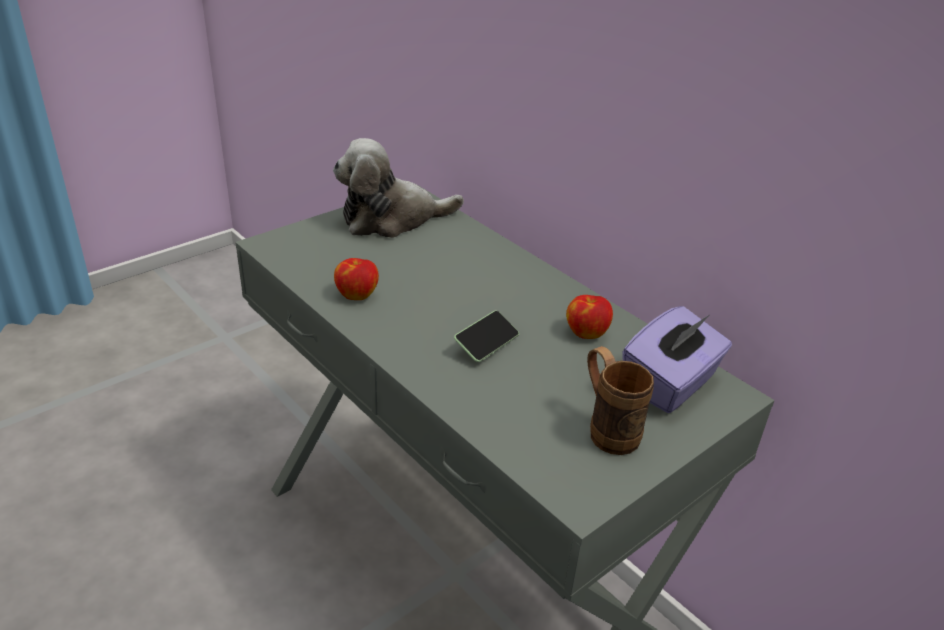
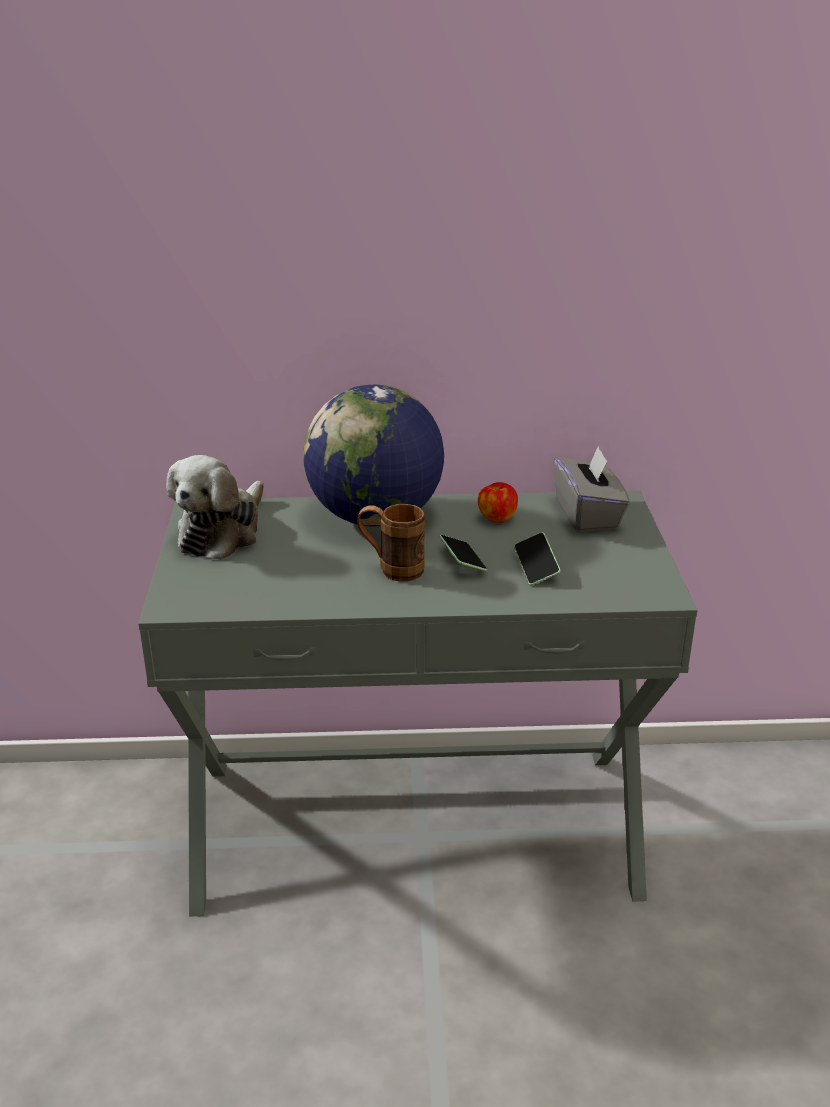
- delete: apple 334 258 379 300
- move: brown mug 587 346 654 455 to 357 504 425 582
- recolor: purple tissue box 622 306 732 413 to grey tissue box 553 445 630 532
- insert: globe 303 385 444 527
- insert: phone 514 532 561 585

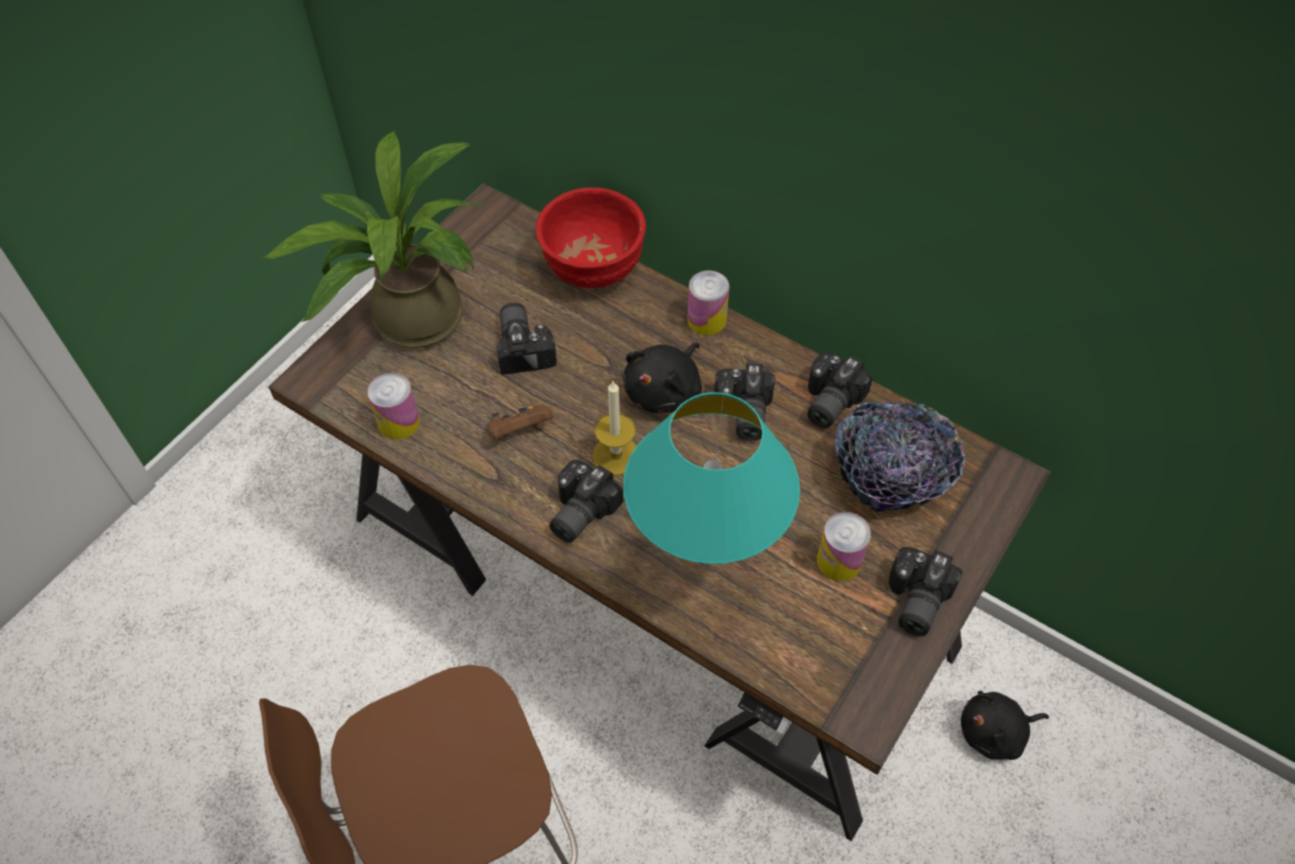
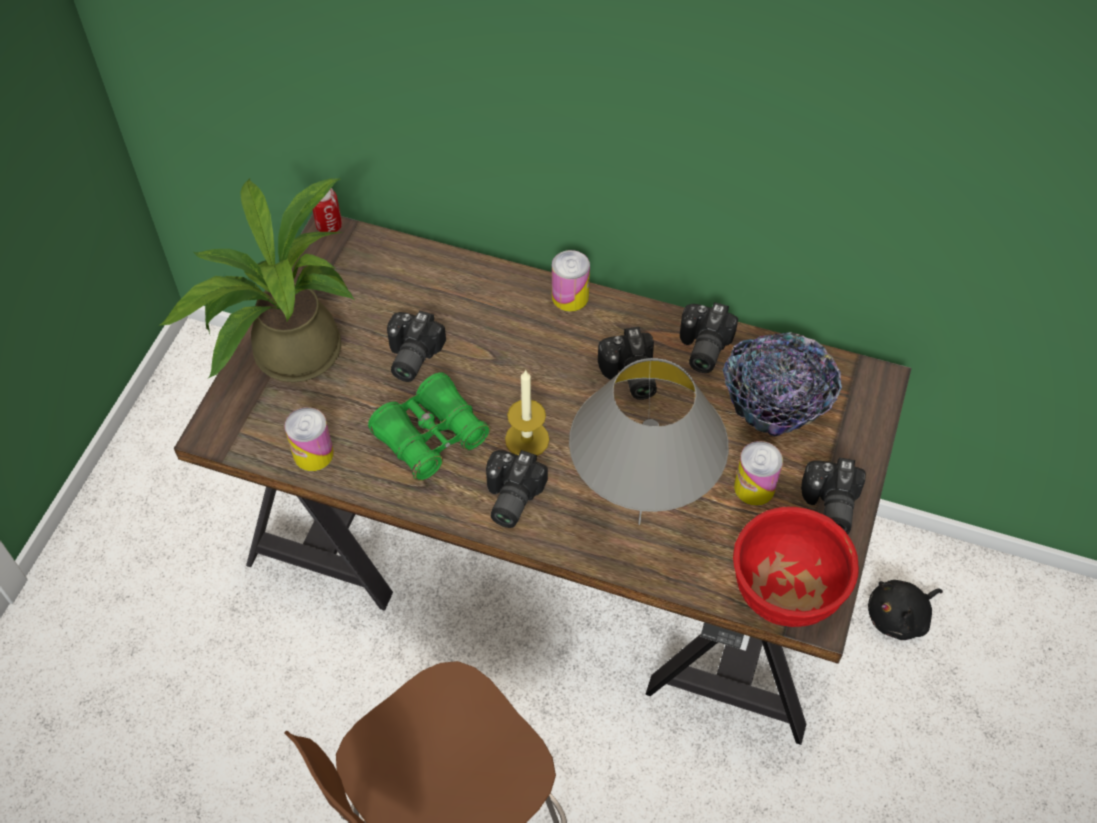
- replace: brown game controller 488 404 553 439 to green binoculars 368 372 491 481
- rotate: photo camera 497 303 557 375 = 387 311 446 382 135 degrees counterclockwise
- move: red bowl 536 187 646 288 to 733 507 859 627
- delete: black plush toy 623 342 702 413
- recolor: turquoise table lamp 623 392 800 572 to grey table lamp 569 358 729 525
- insert: can 313 188 342 232

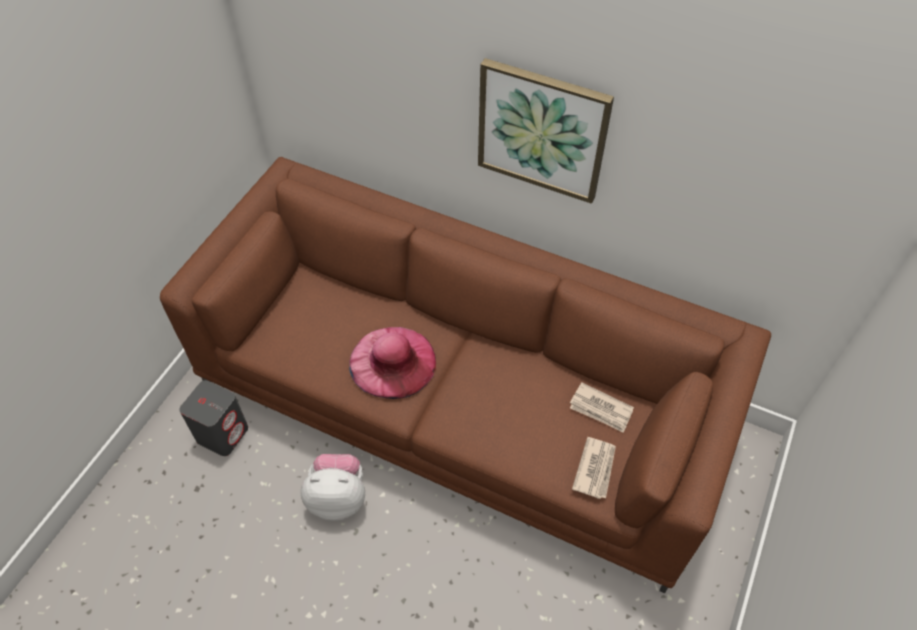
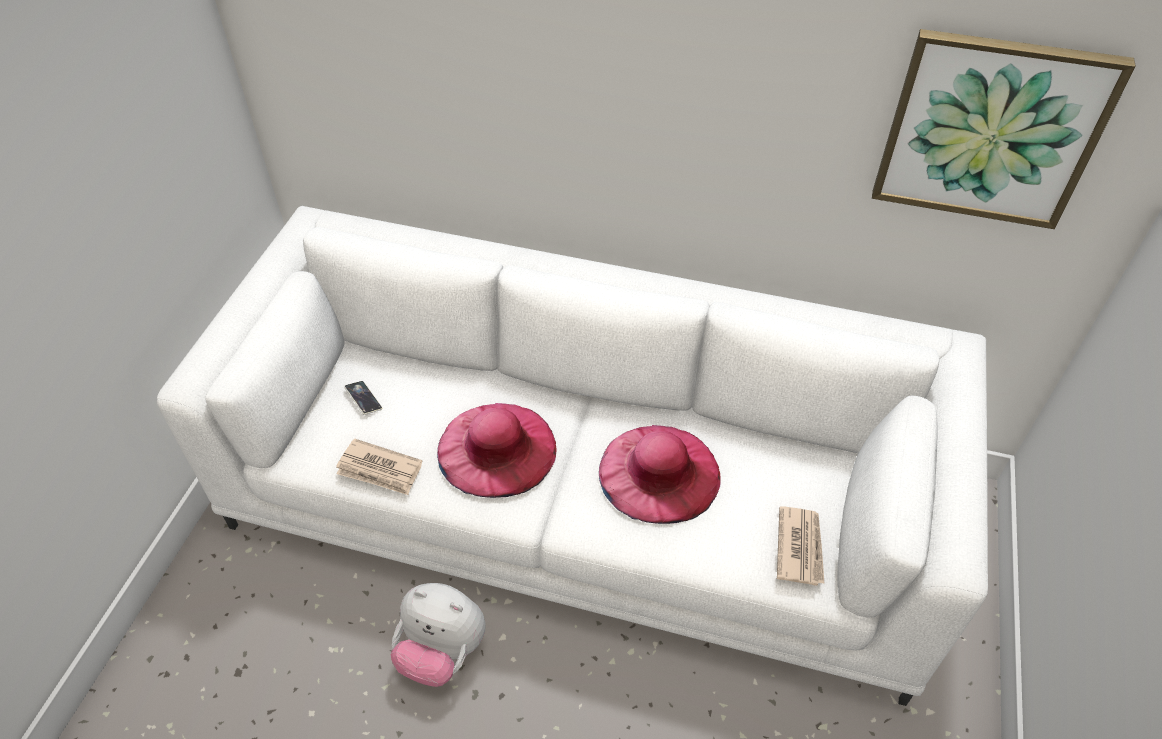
- recolor: brown sofa 160 157 771 593 to white sofa 157 206 988 706
- delete: grey speaker 179 380 248 456
- rotate: plush toy 301 454 365 521 = 391 583 486 687 150 degrees counterclockwise
- move: picture 478 58 614 204 to 872 29 1136 229
- move: newspaper 570 382 634 433 to 336 438 422 495
- insert: phone 344 381 382 415
- insert: pink hat 599 425 721 524

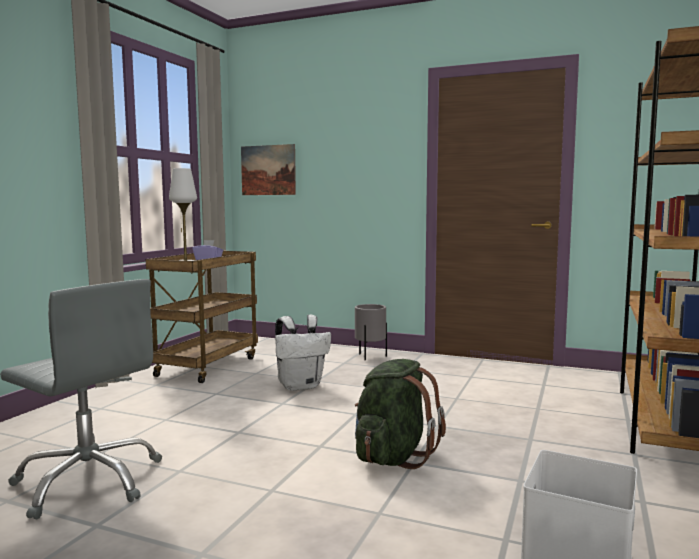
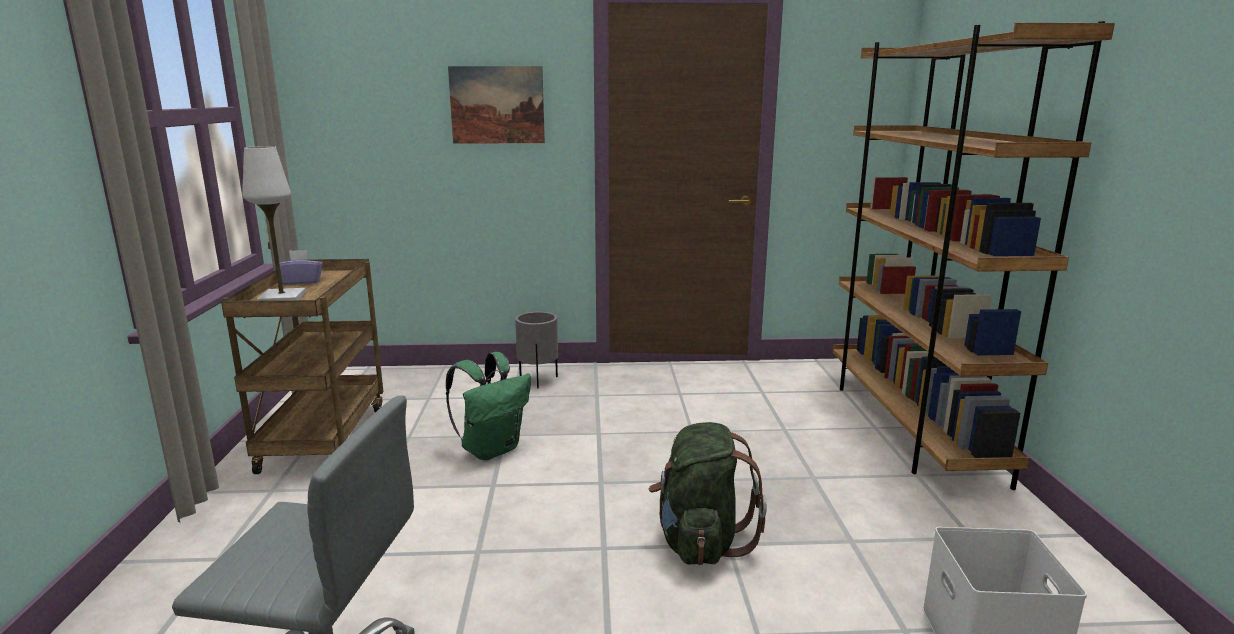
- move: picture 241 144 296 195 to 448 66 545 144
- recolor: white backpack 275 314 331 391 to green backpack 446 352 531 460

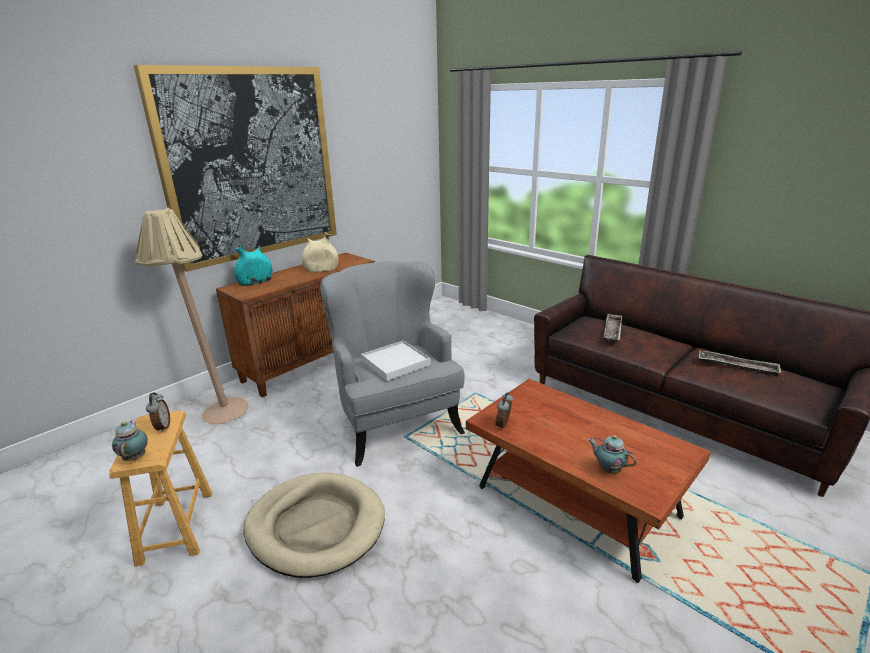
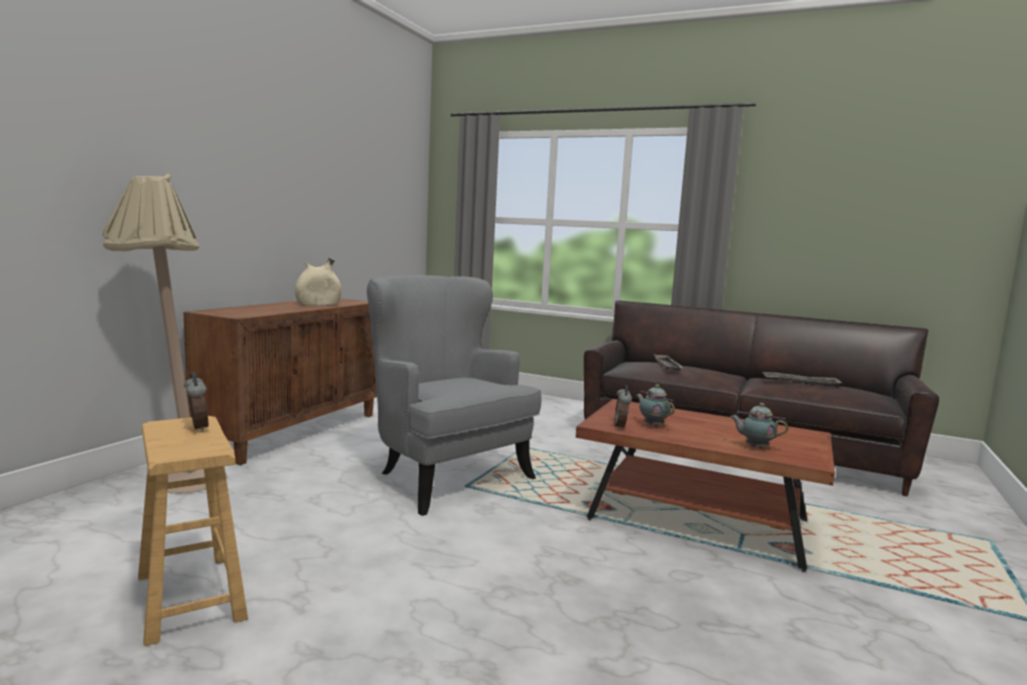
- move: teapot 112 420 148 461 to 636 384 675 427
- delete: picture 134 65 337 272
- delete: turquoise vase 234 245 272 286
- delete: beige dog bed 243 472 385 578
- delete: white tray 361 341 431 381

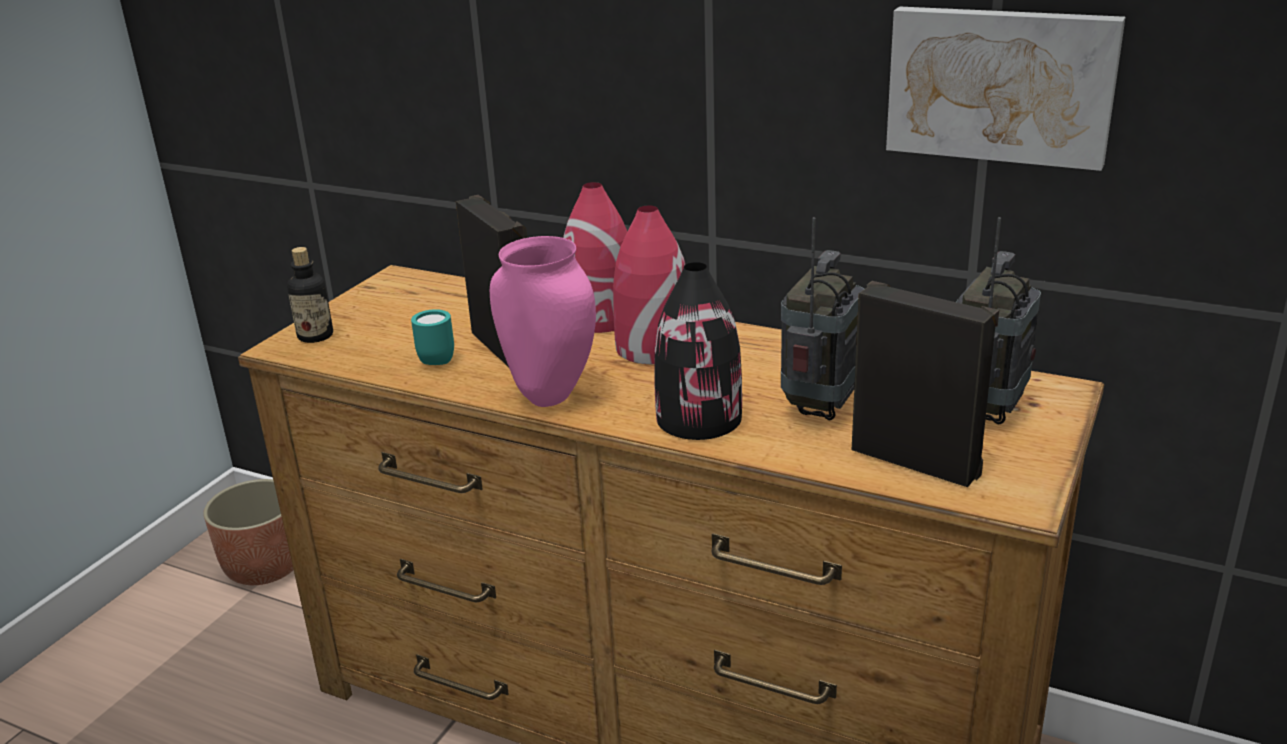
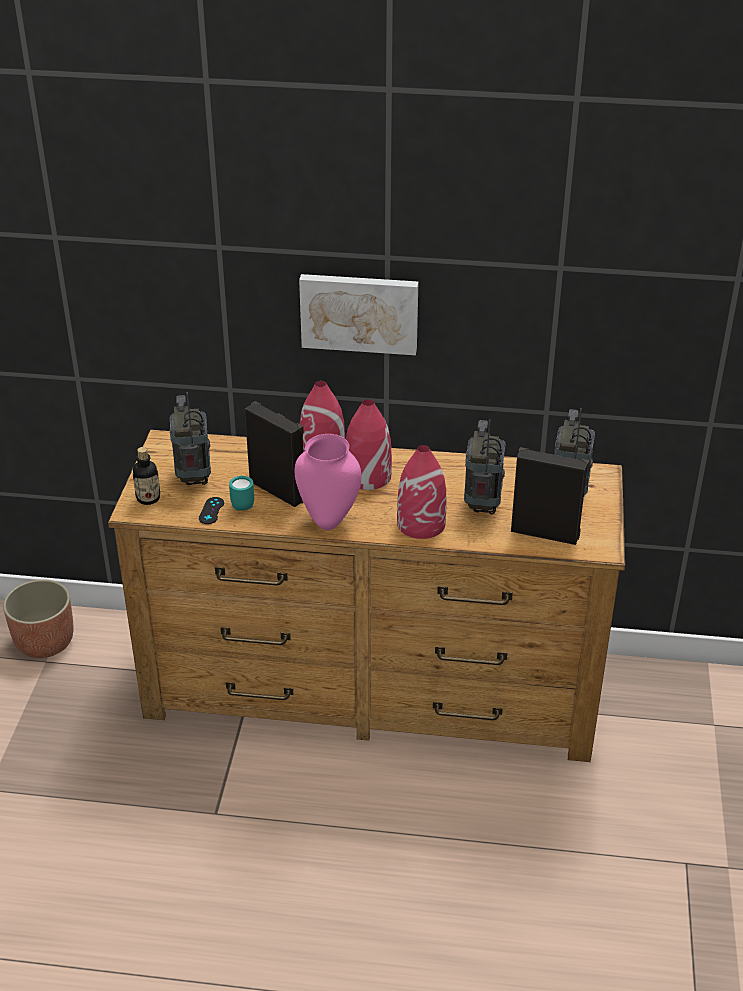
- recolor: black vase 654 262 742 440 to red vase 397 445 446 539
- move: picture 886 7 1126 171 to 299 274 418 355
- insert: radio 170 392 211 485
- insert: black game controller 199 497 224 524

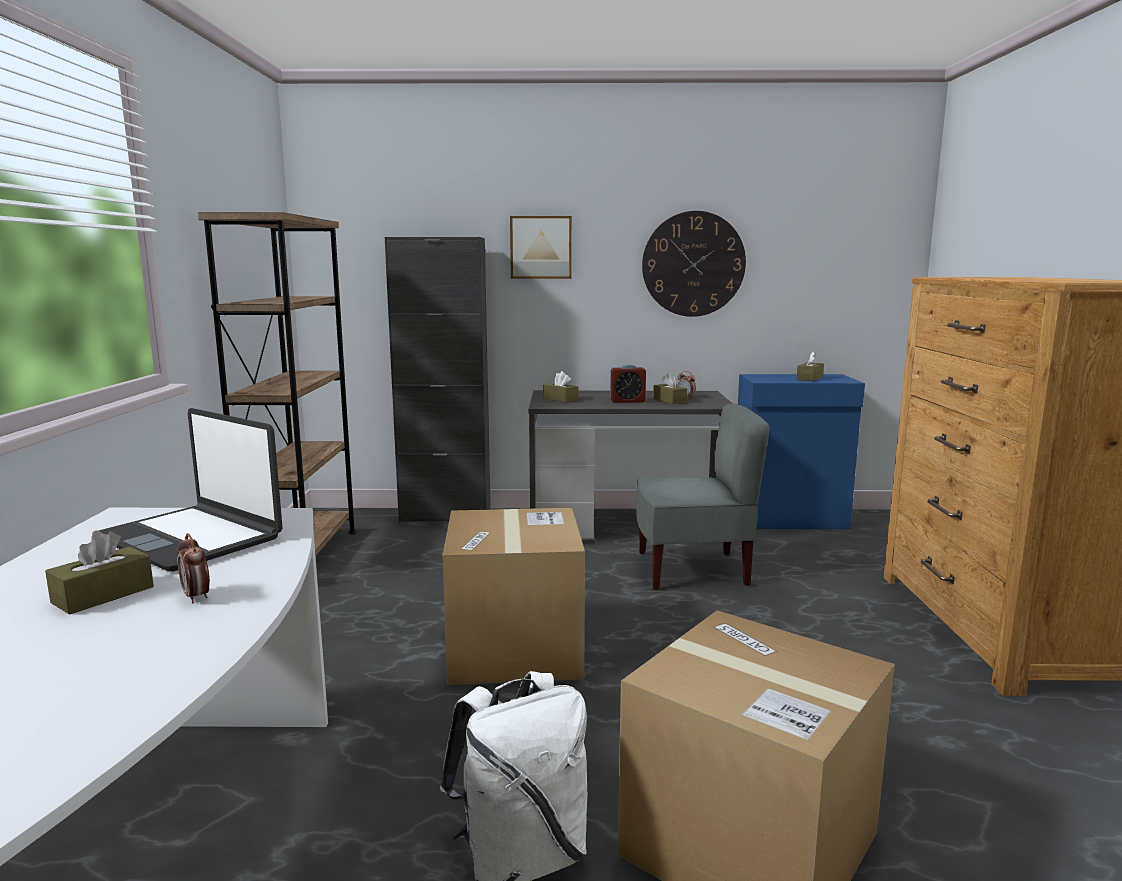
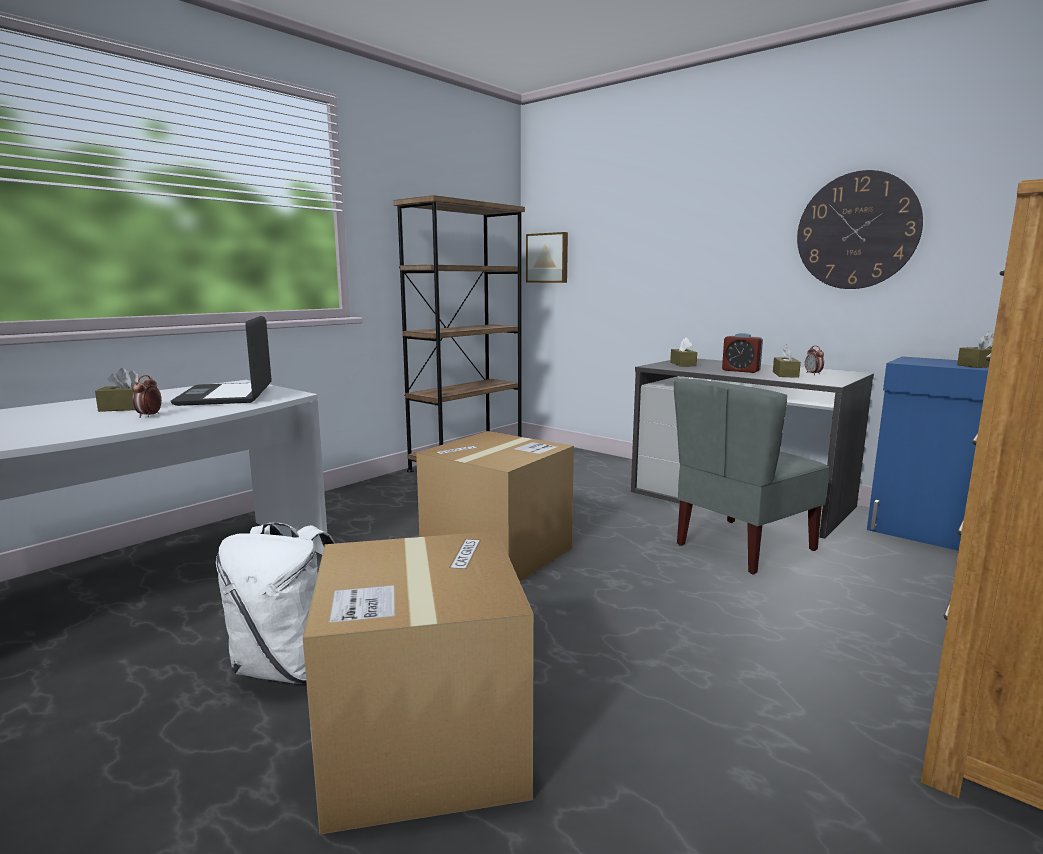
- delete: black cabinet 385 237 491 522
- move: picture 510 216 572 279 to 526 232 568 283
- rotate: grey chair 636 404 770 590 = 674 378 829 574 105 degrees clockwise

